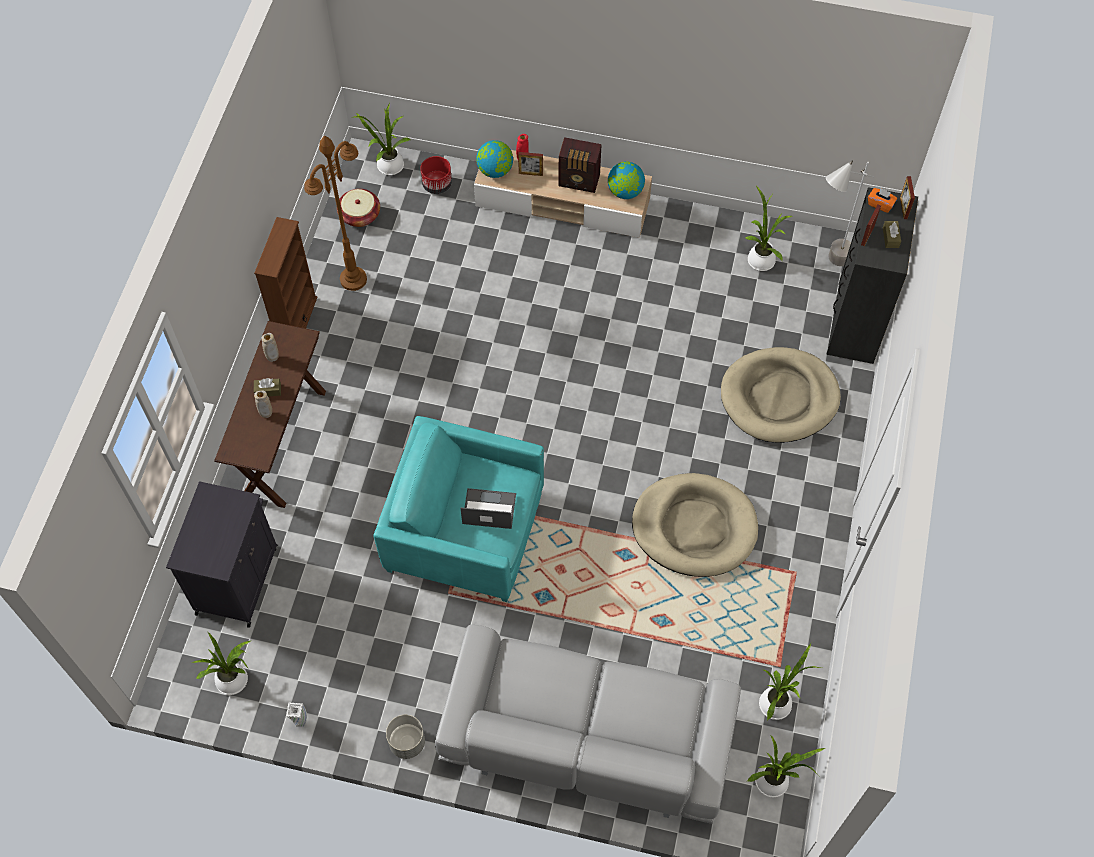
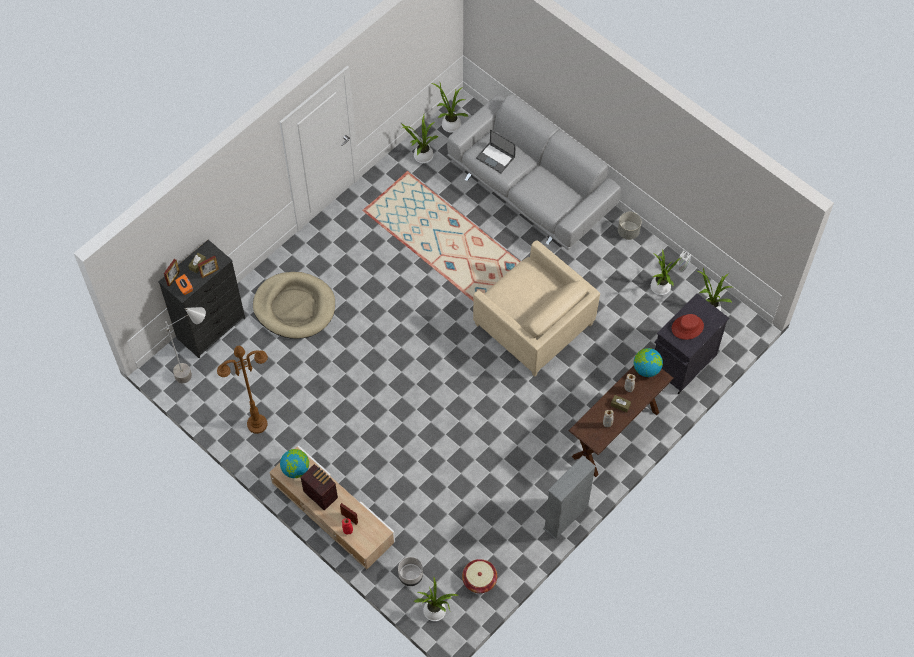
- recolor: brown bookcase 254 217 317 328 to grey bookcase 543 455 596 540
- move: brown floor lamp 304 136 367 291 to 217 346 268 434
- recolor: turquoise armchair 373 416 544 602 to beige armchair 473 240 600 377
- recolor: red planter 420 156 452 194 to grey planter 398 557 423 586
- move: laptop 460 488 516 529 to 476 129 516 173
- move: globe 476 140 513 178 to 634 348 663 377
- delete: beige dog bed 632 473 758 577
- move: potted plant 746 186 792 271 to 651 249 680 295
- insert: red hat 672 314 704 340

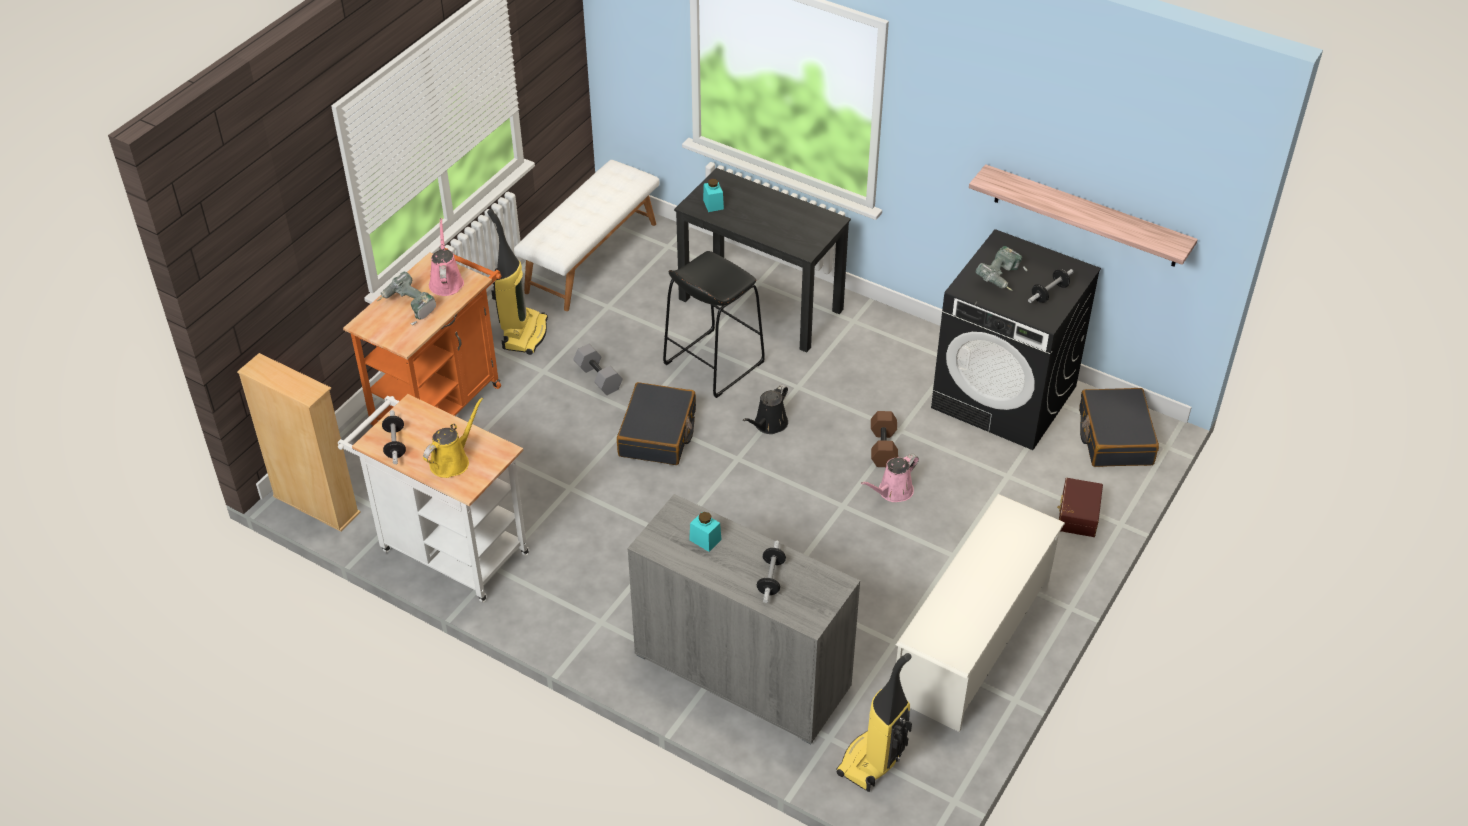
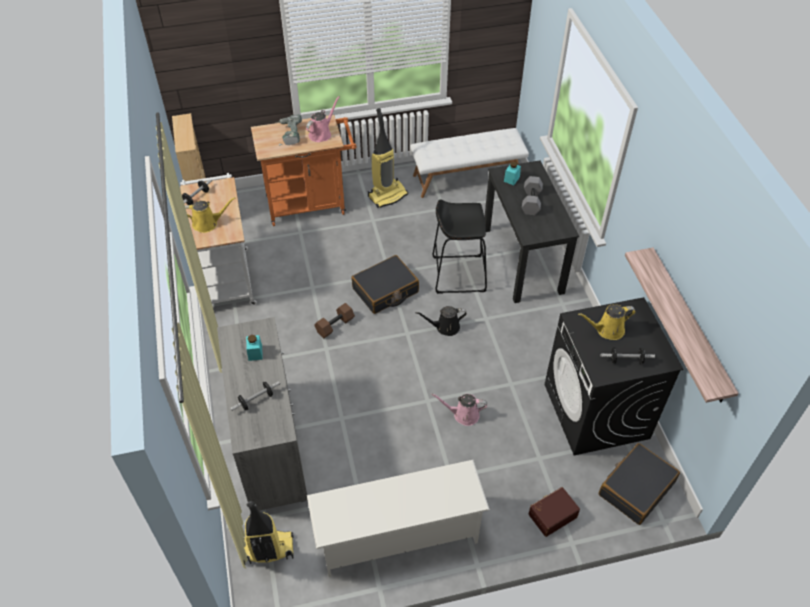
- move: grey dumbbell 573 344 623 395 to 522 176 543 215
- move: brown dumbbell 871 411 898 467 to 314 303 355 338
- replace: power drill 975 246 1027 291 to yellow watering can 578 304 636 340

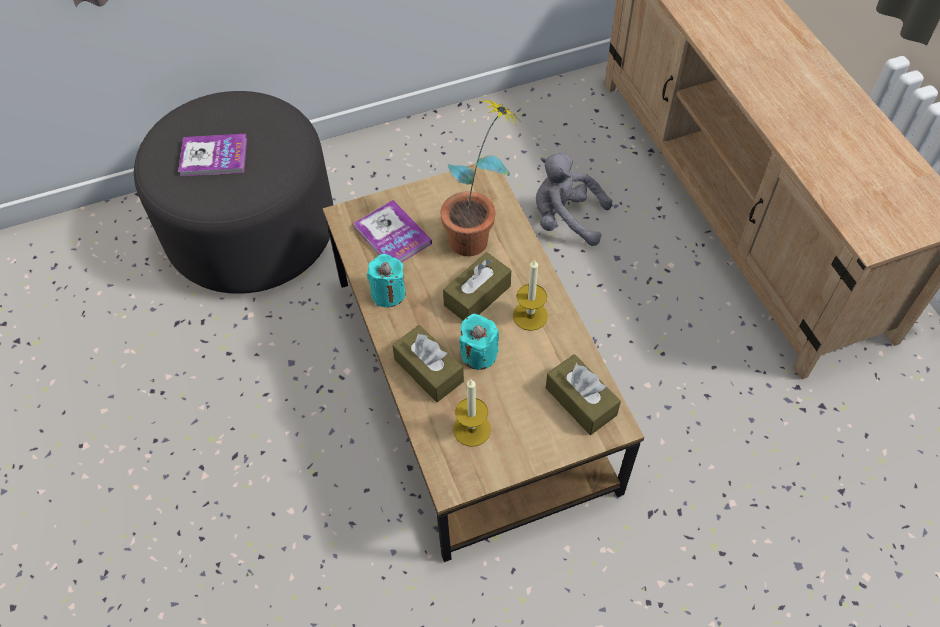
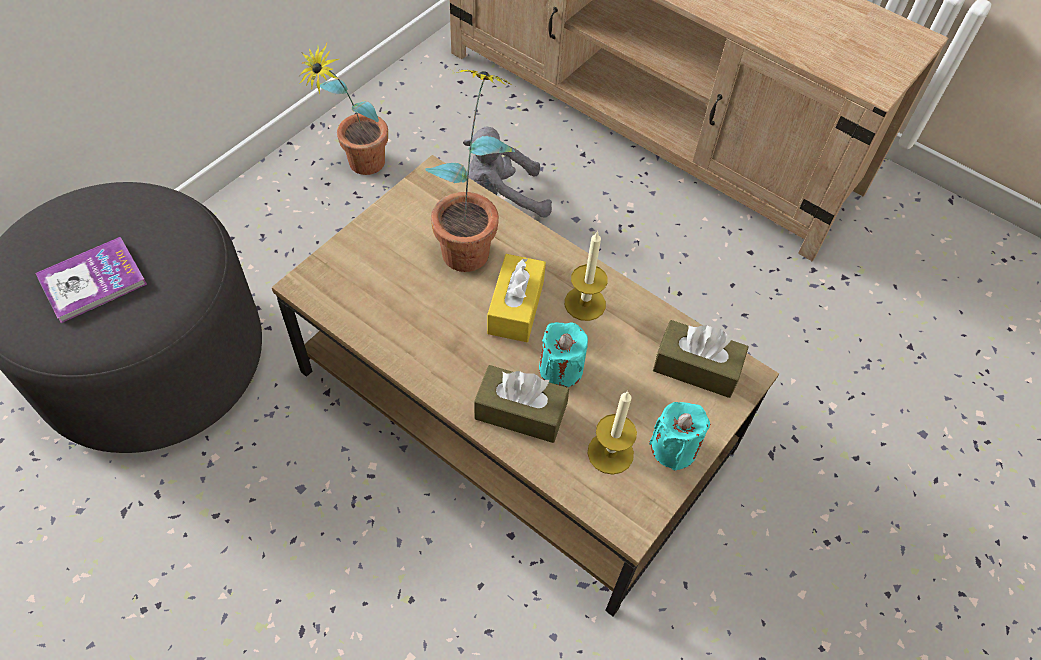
- delete: book 353 200 432 262
- move: turquoise candle 367 254 406 307 to 649 402 710 471
- recolor: brown tissue box 443 252 511 320 to yellow tissue box 487 254 546 342
- insert: potted plant 299 42 388 175

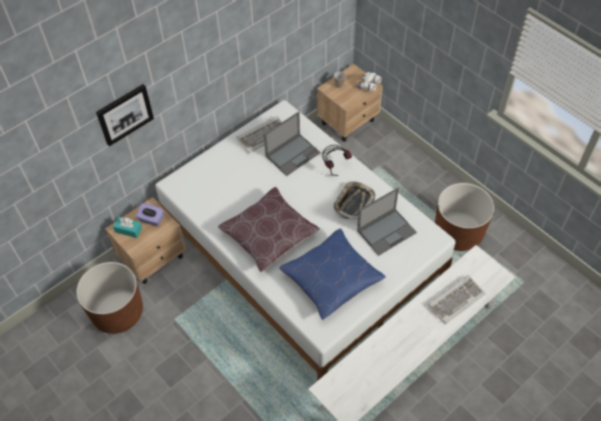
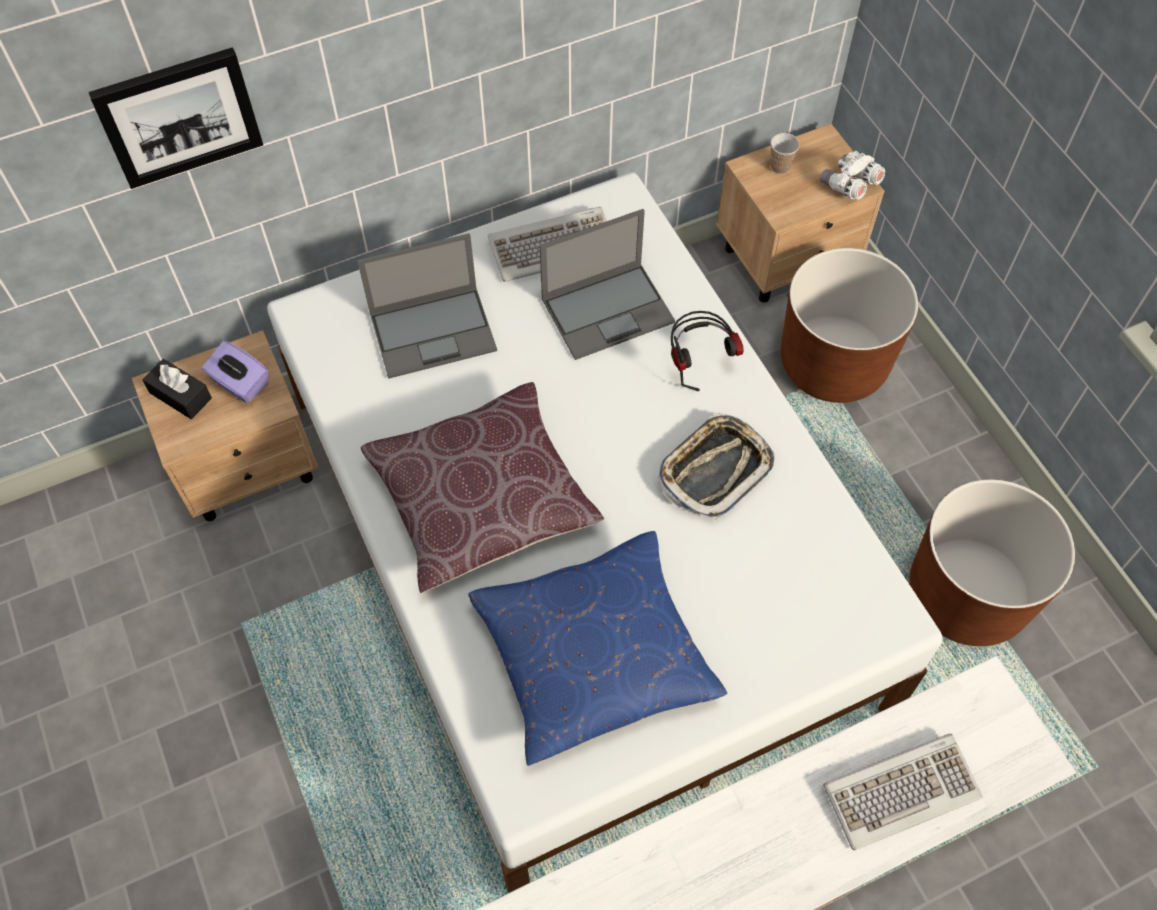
- move: brown planter 76 262 143 334 to 781 248 918 403
- recolor: turquoise tissue box 113 217 142 238 to black tissue box 142 359 212 419
- move: laptop 357 188 417 256 to 357 233 497 379

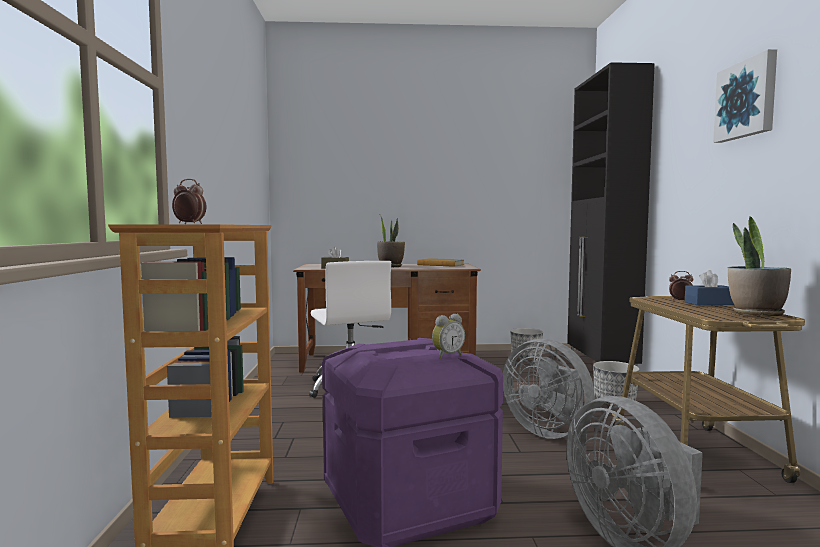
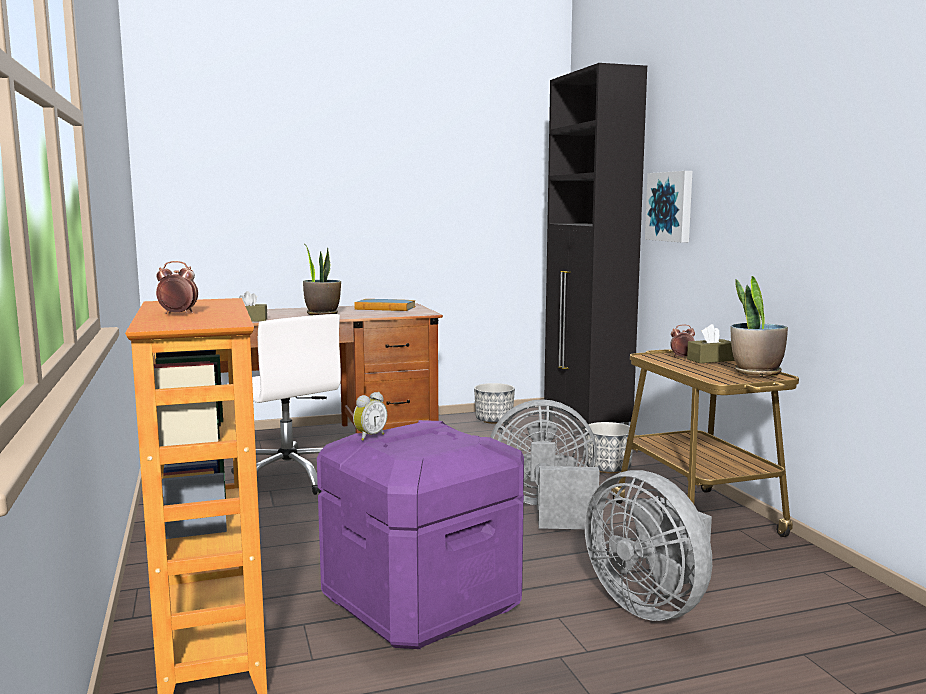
- move: alarm clock 432 314 465 359 to 353 392 387 441
- rotate: grey fan 503 339 594 439 = 490 399 599 529 150 degrees clockwise
- recolor: blue tissue box 685 270 734 305 to brown tissue box 687 324 735 363
- move: picture 713 49 777 143 to 645 171 692 242

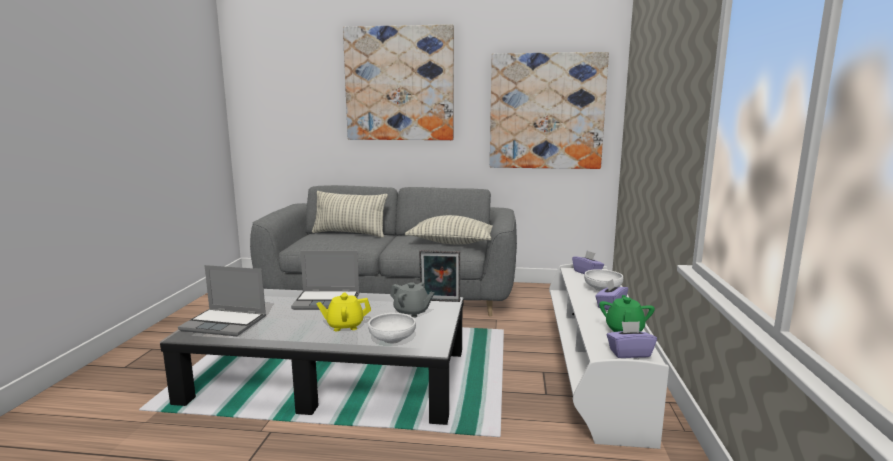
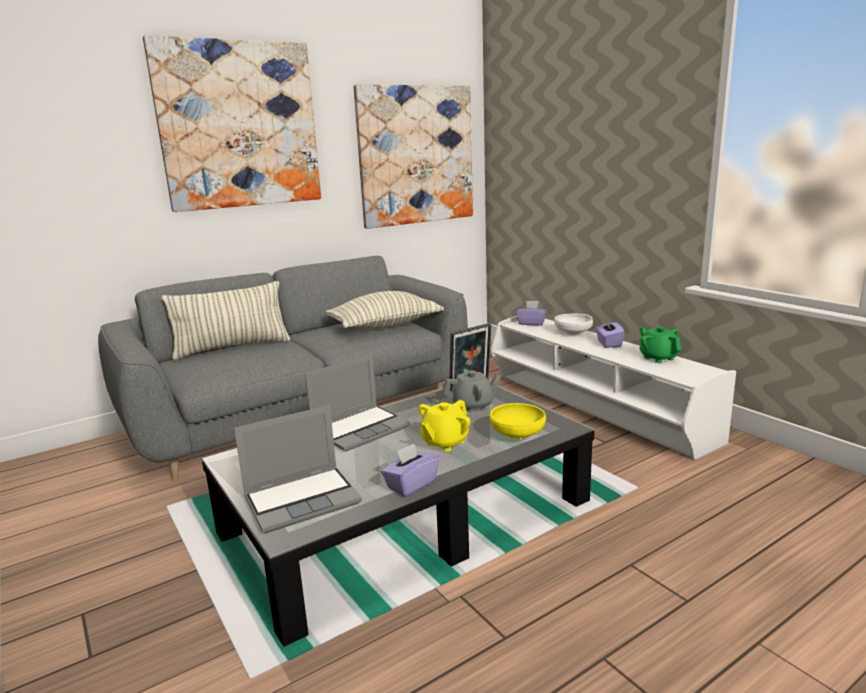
- recolor: white bowl 368 313 416 343 to yellow bowl 490 403 546 439
- move: purple tissue box 607 321 657 358 to 381 443 439 497

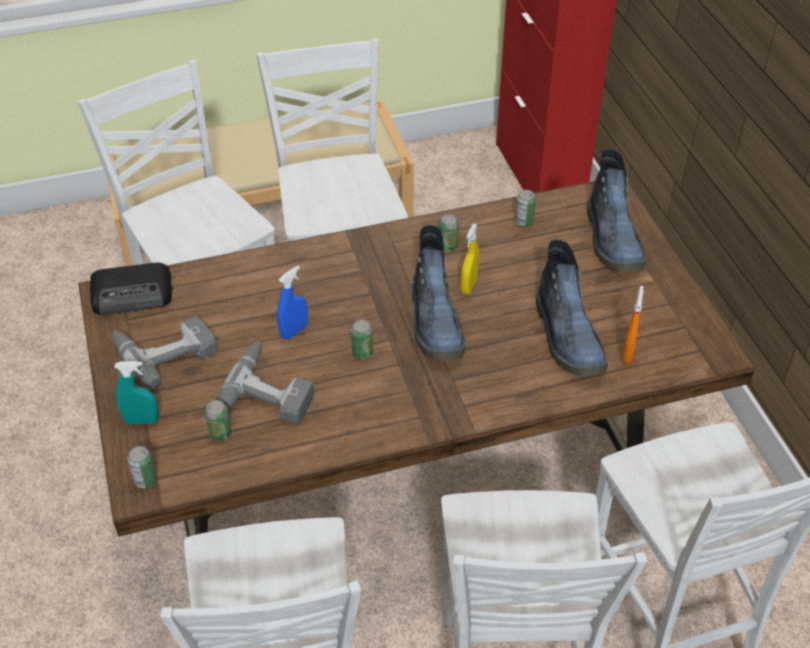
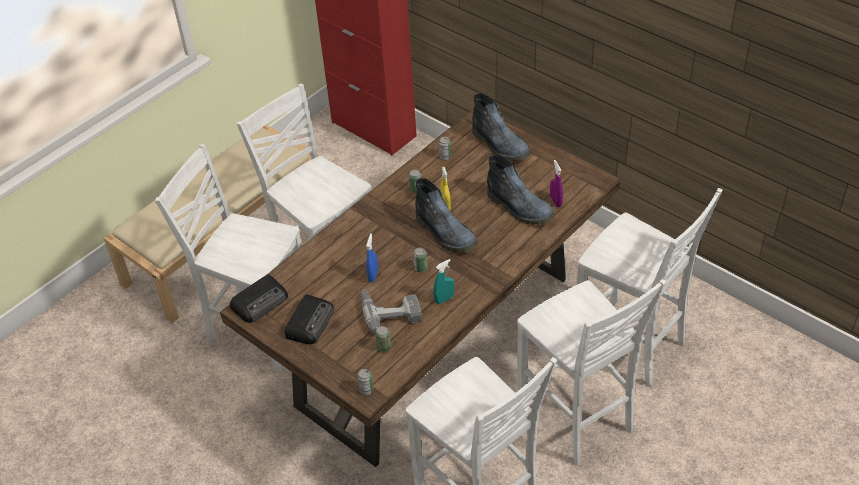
- replace: power drill 112 317 218 389 to radio 285 294 334 344
- move: turquoise spray bottle 115 361 159 424 to 433 259 455 304
- recolor: orange spray bottle 622 286 644 364 to purple spray bottle 550 160 563 207

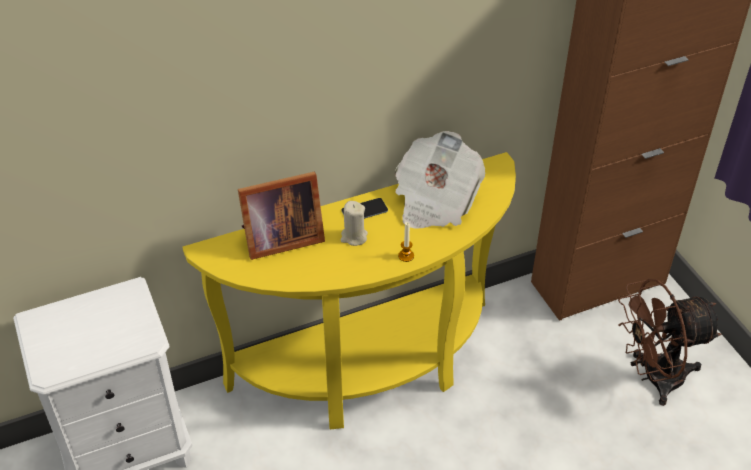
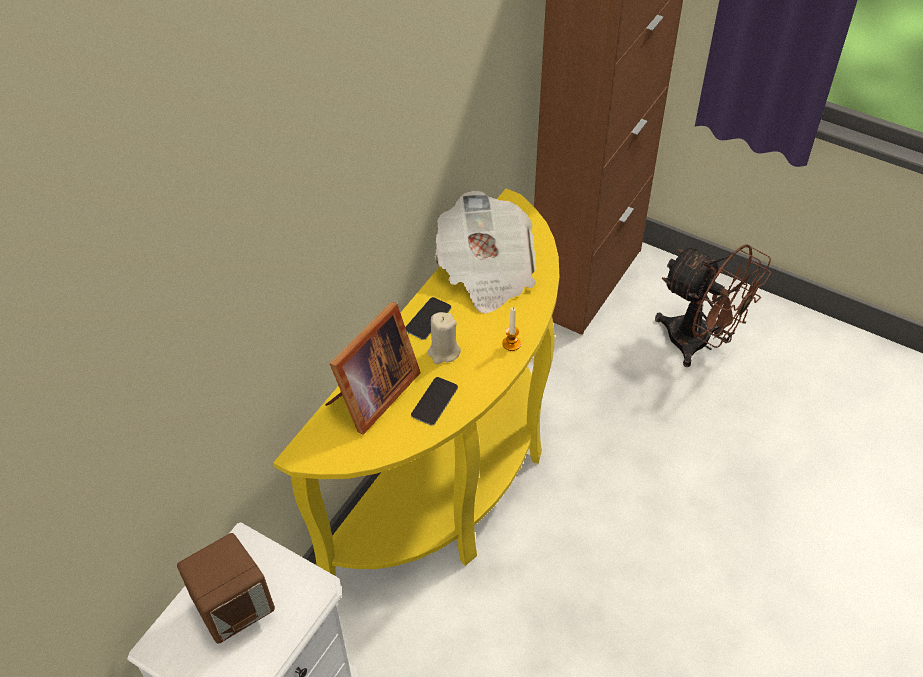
- rotate: brown fan 618 279 721 406 = 655 244 771 368 90 degrees counterclockwise
- insert: brown speaker 177 533 275 644
- insert: phone 411 377 458 425

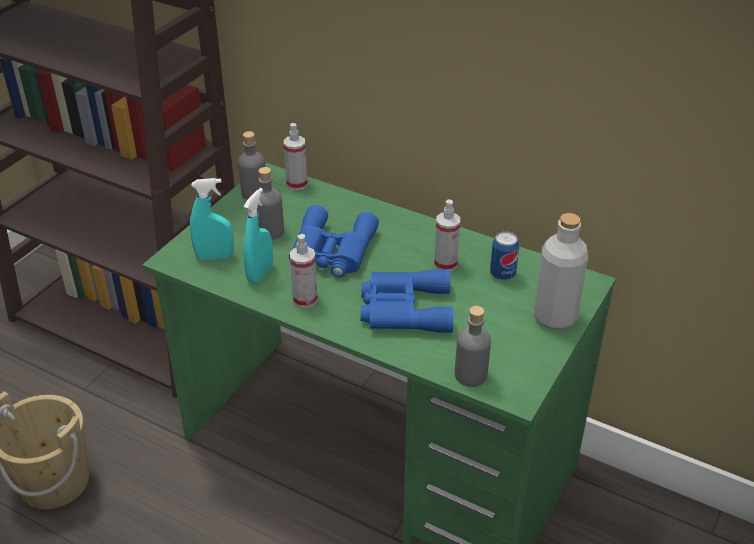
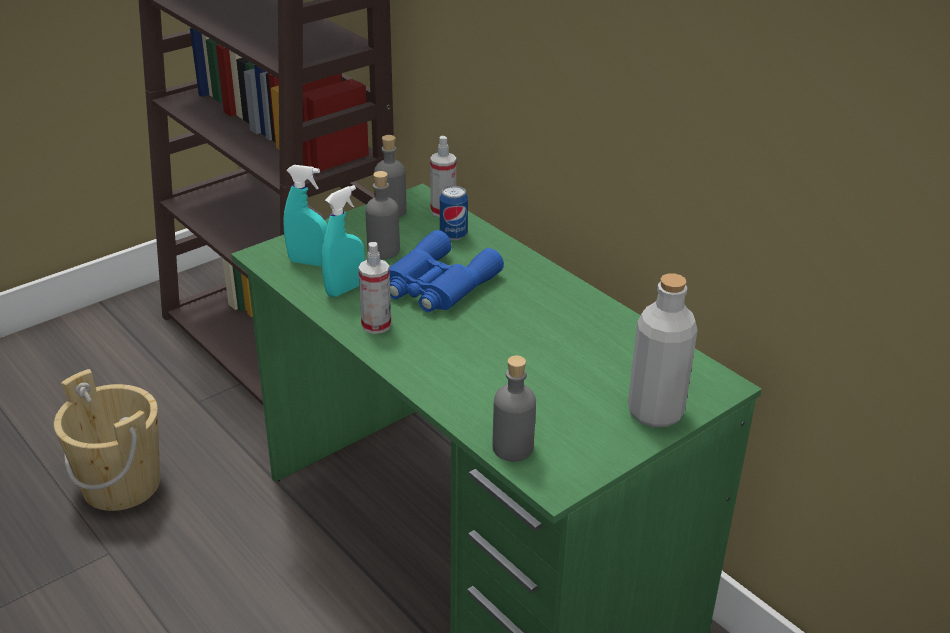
- delete: blue binoculars 361 269 453 333
- delete: spray bottle 434 199 460 271
- move: can 490 231 519 280 to 440 186 468 240

